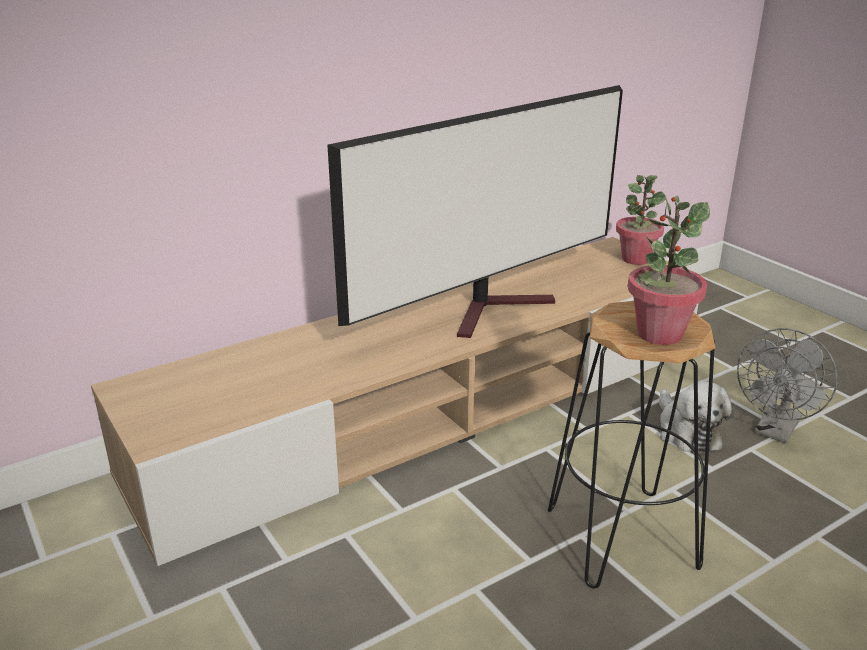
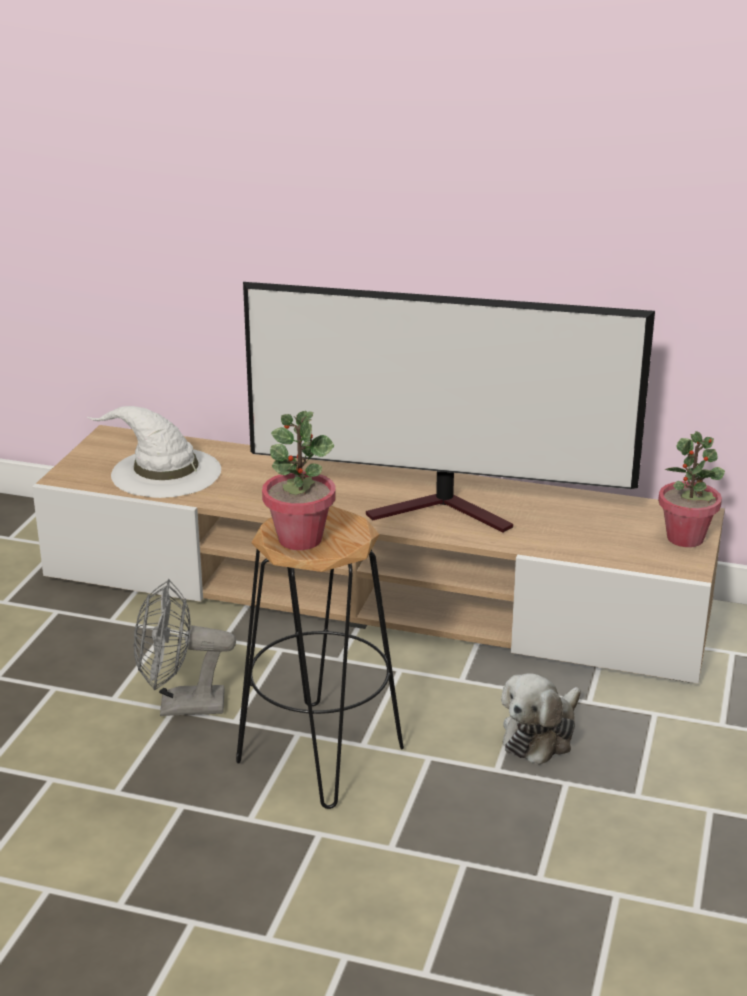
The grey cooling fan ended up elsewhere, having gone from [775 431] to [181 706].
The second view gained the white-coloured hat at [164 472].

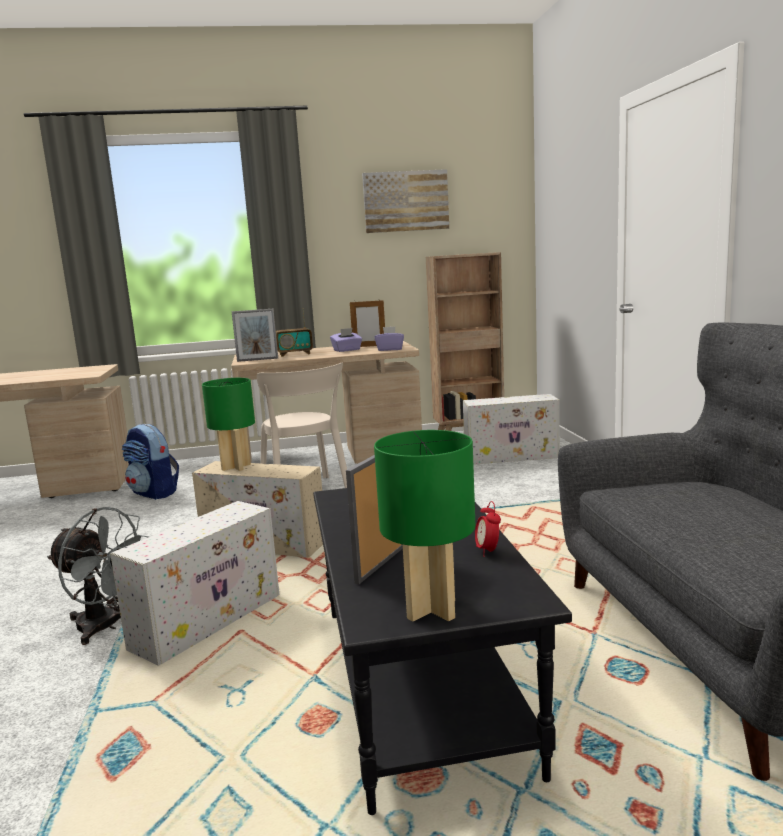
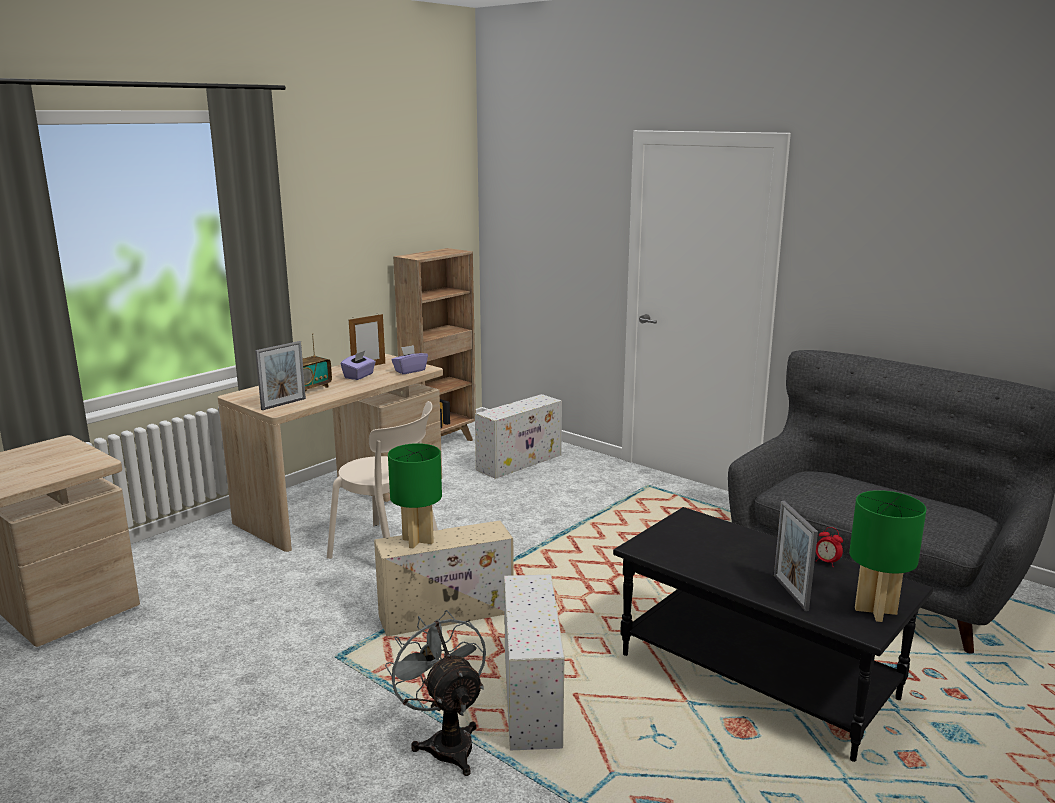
The second view lost the picture at [405 201].
The second view lost the backpack at [154 493].
The grey cooling fan at [106 627] ended up facing another way, 105 degrees counterclockwise from before.

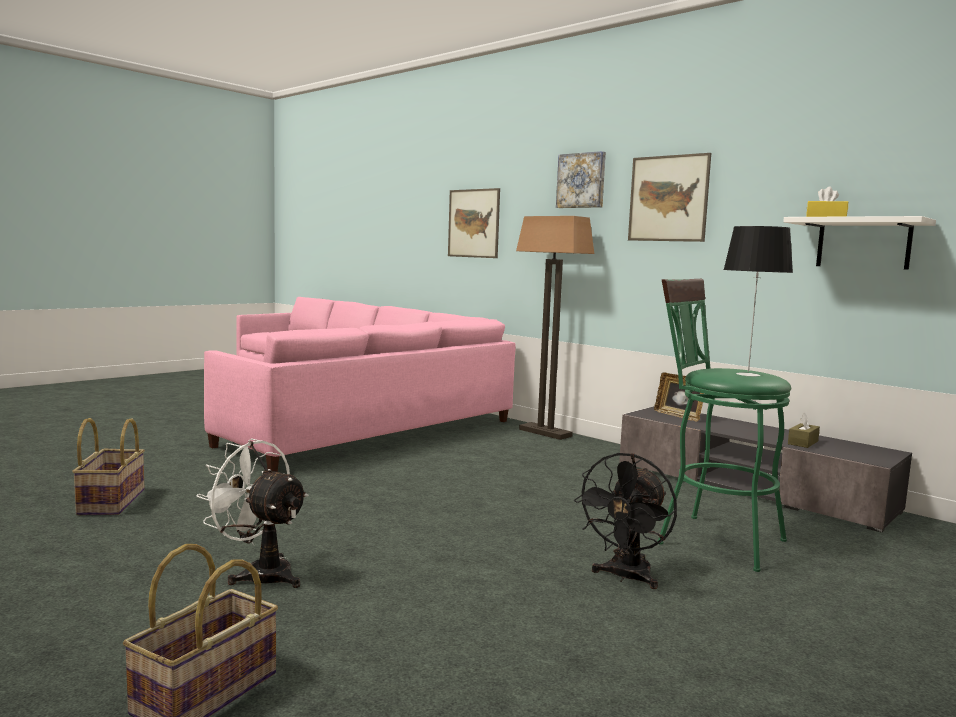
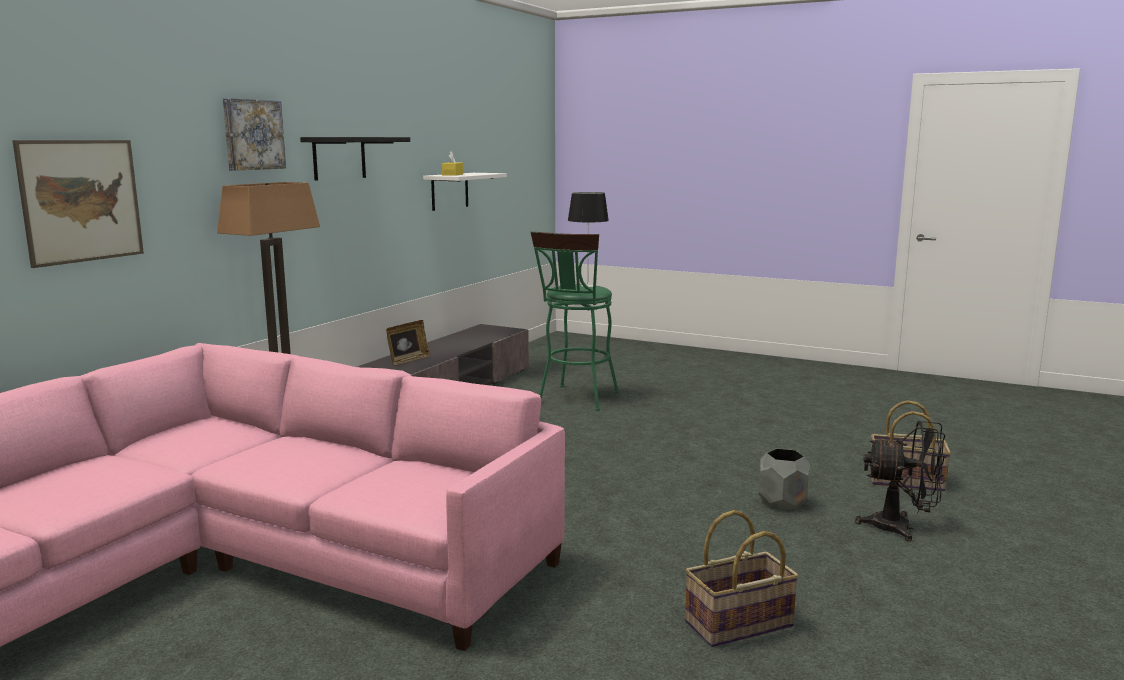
Where the picture hung at [668 198], the black wall shelf came to hang at [339 158].
The second view lost the brown box of tissues at [803 442].
Where the white-coloured cooling fan stood at [260 573], the grey plant pot came to stand at [783 503].
The black cooling fan ended up elsewhere, having gone from [625 577] to [901 528].

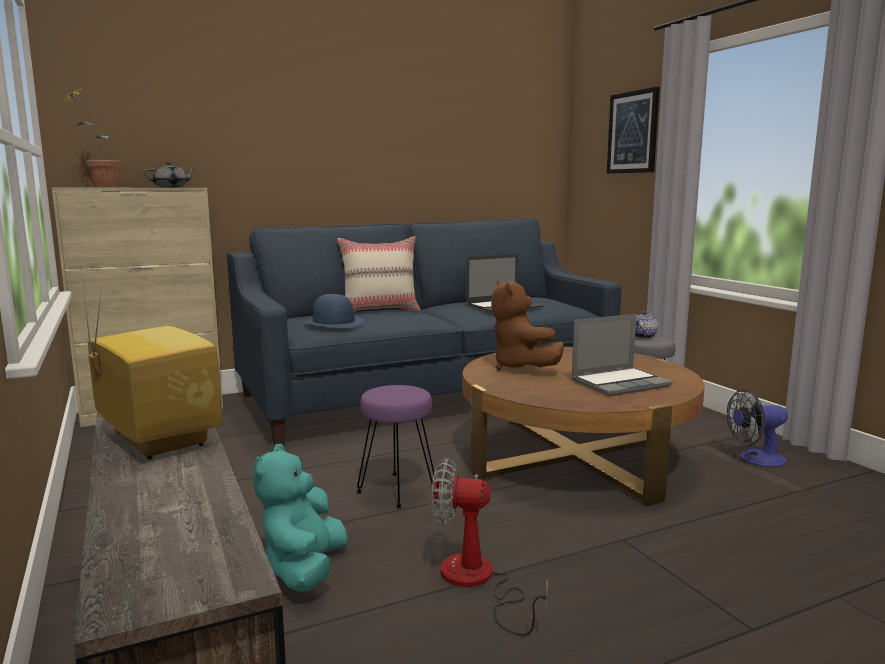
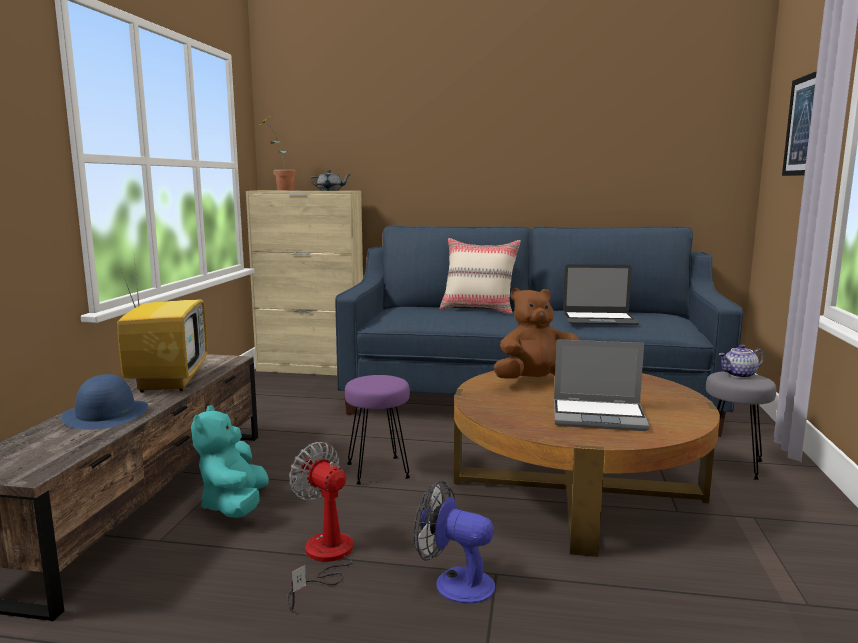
The brown cuddly toy at [521 367] ended up facing another way, 60 degrees clockwise from before.
The bluish hat ended up elsewhere, having gone from [334 323] to [106 414].
The cooling fan ended up elsewhere, having gone from [755 459] to [454 583].
The turquoise-coloured cuddly toy at [304 570] ended up facing another way, 45 degrees counterclockwise from before.

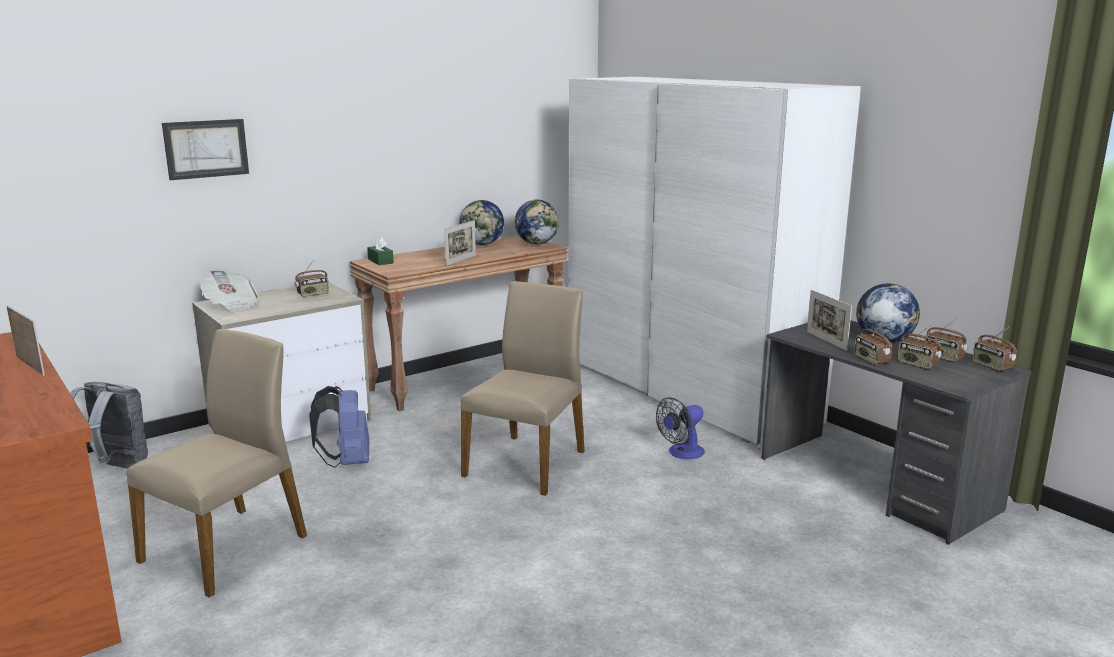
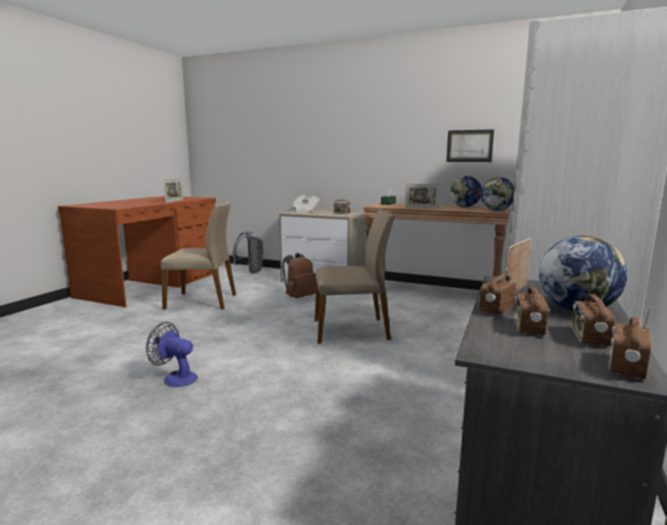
The picture ended up elsewhere, having gone from [206 148] to [469 146].
What was the bluish backpack at [347 462] turned into the brown backpack at [299 297].
The cooling fan ended up elsewhere, having gone from [681 453] to [175 378].

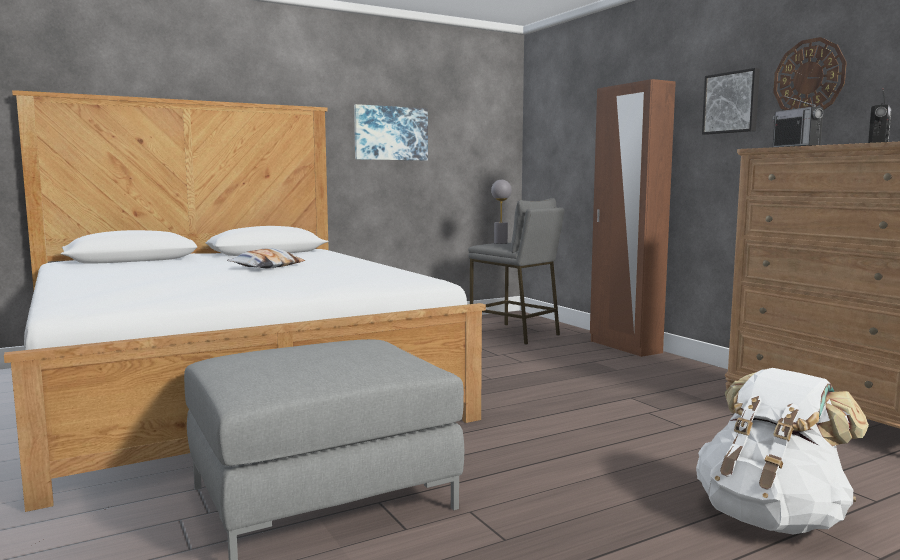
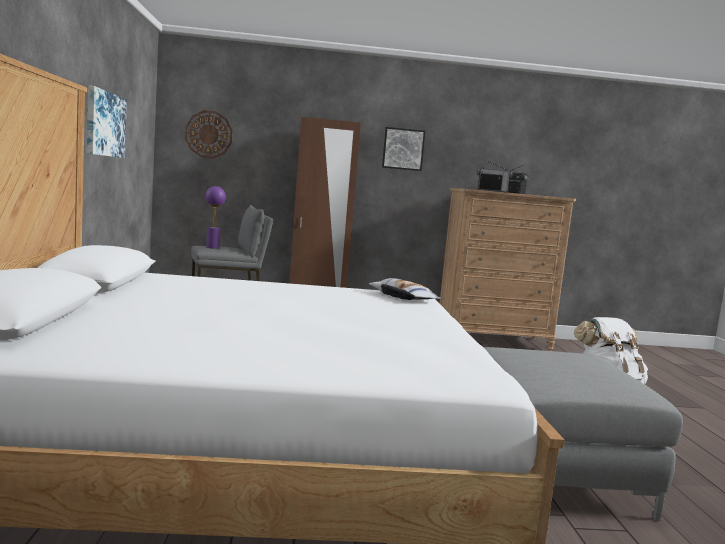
The clock on the wall ended up elsewhere, having gone from [809 78] to [209 134].
What was the grey tabletop lamp at [501 243] turned into the purple tabletop lamp at [213 247].
The cushion ended up elsewhere, having gone from [267 267] to [404 297].

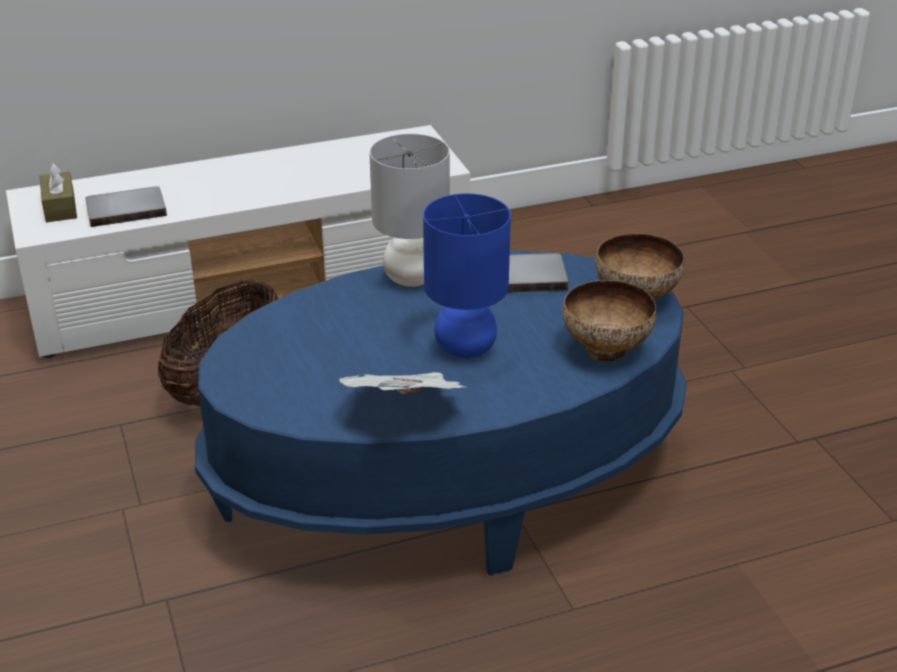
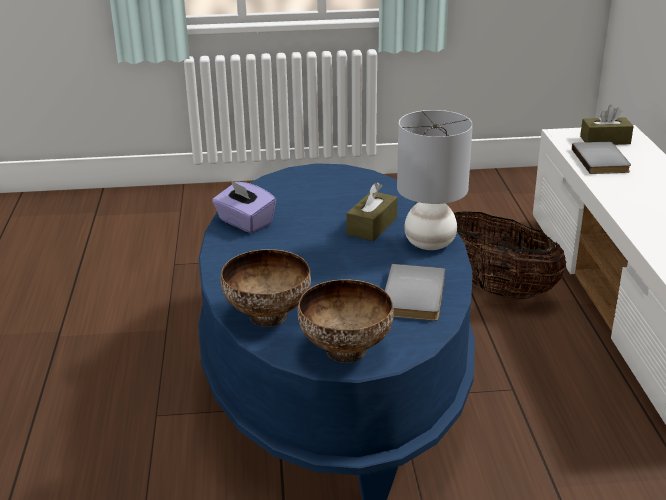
The second view lost the bluish tabletop lamp at [466 348].
Where the printed paper stood at [406 408], the purple box of tissues came to stand at [245 222].
The second view gained the brown box of tissues at [372 226].

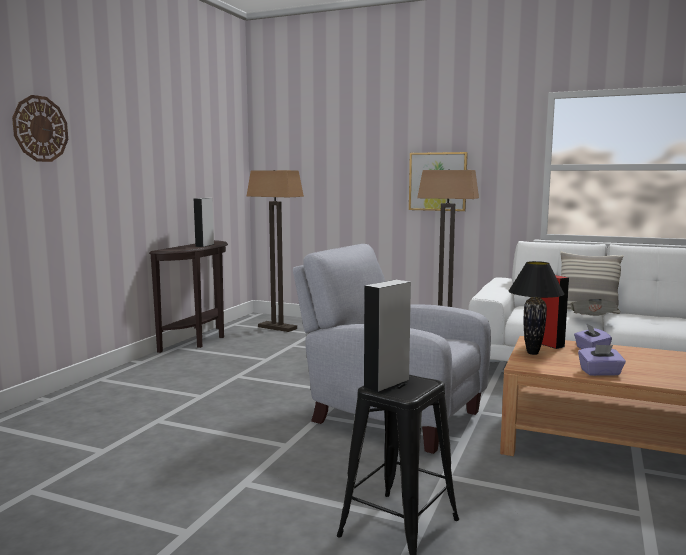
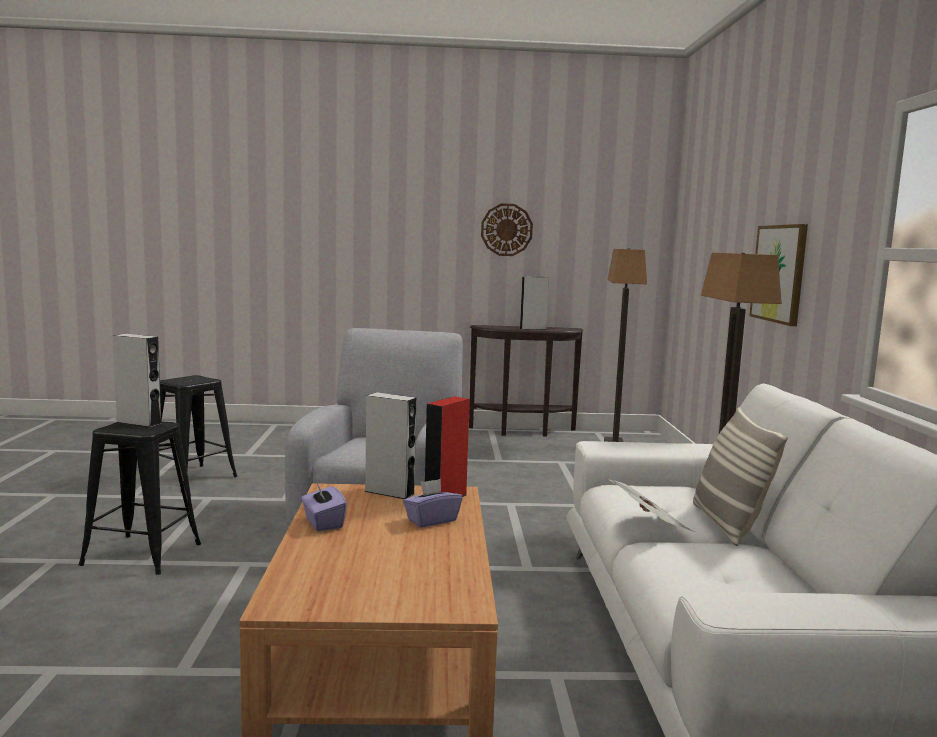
The clock on the wall ended up elsewhere, having gone from [40 129] to [506 230].
Where the black tabletop lamp stood at [532 353], the grey loudspeaker came to stand at [389 492].
The second view gained the black stool at [192 478].

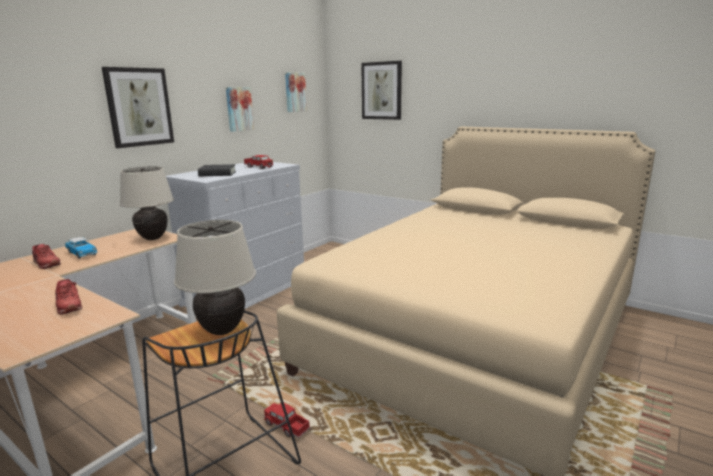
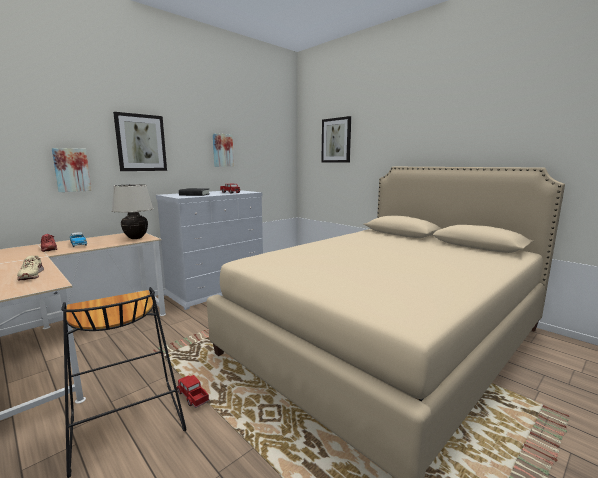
The picture ended up elsewhere, having gone from [294 92] to [71 170].
The second view lost the sand-coloured tabletop lamp at [222 330].
What was the red shoe at [68 305] turned into the sand-coloured shoe at [31 275].

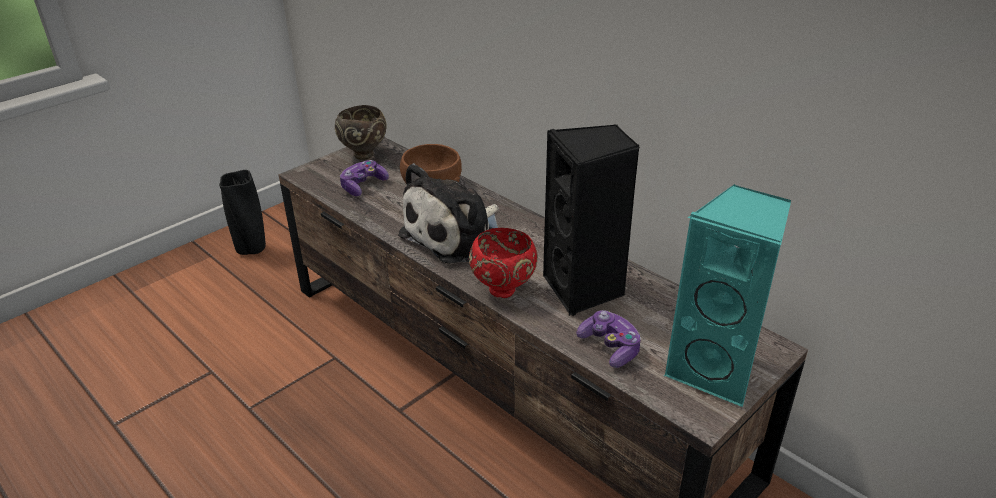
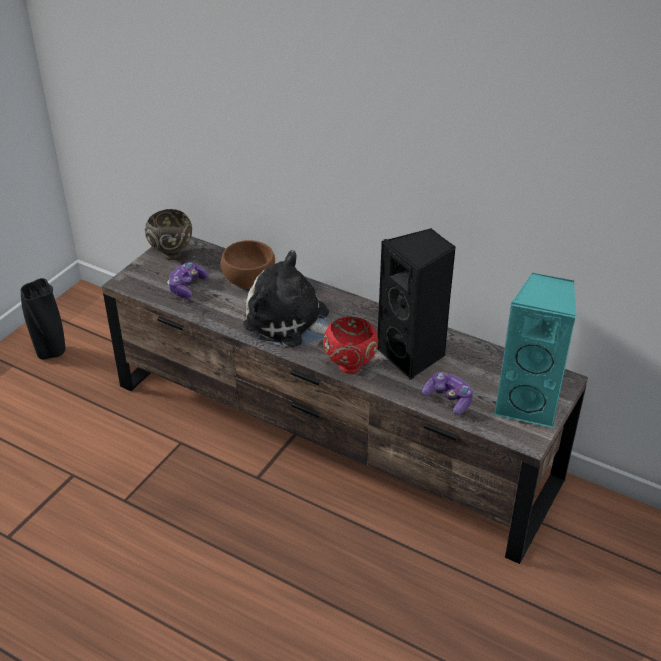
The cuddly toy at [456 235] ended up facing another way, 90 degrees clockwise from before.

